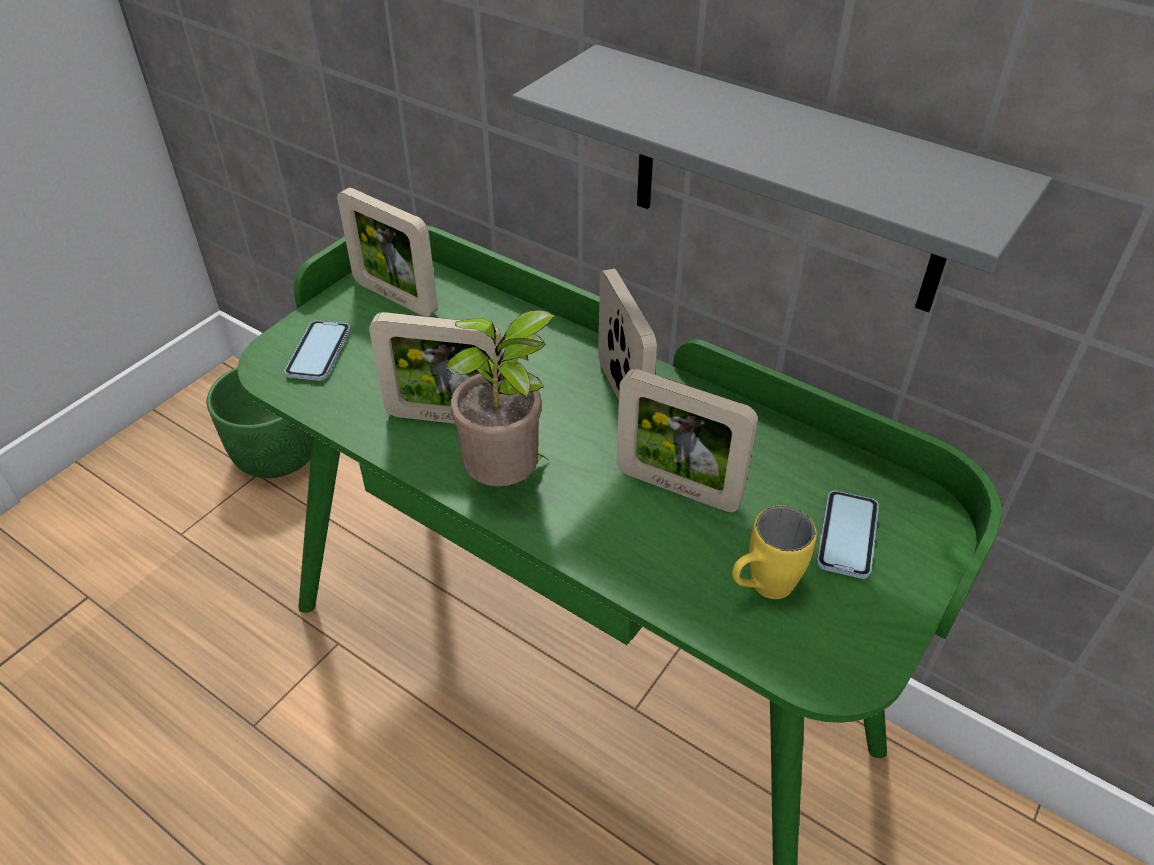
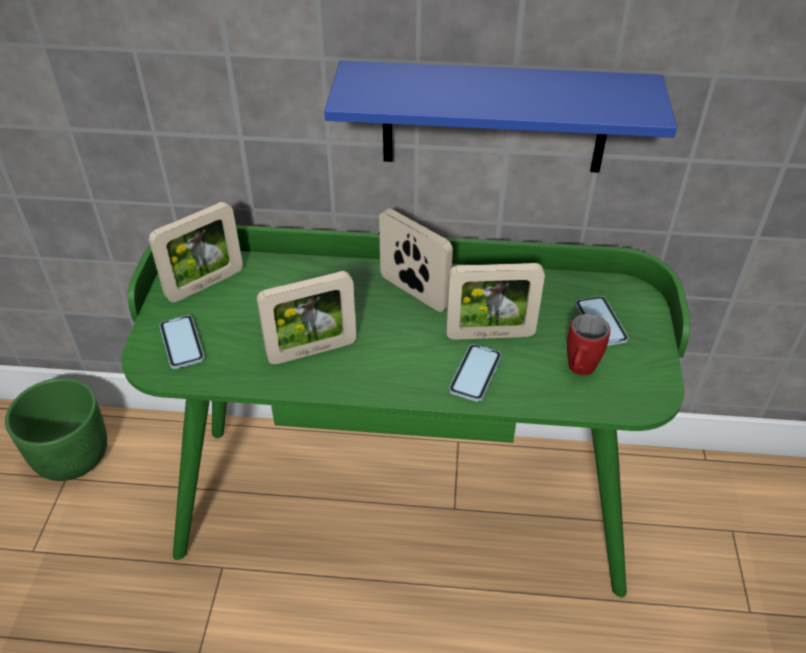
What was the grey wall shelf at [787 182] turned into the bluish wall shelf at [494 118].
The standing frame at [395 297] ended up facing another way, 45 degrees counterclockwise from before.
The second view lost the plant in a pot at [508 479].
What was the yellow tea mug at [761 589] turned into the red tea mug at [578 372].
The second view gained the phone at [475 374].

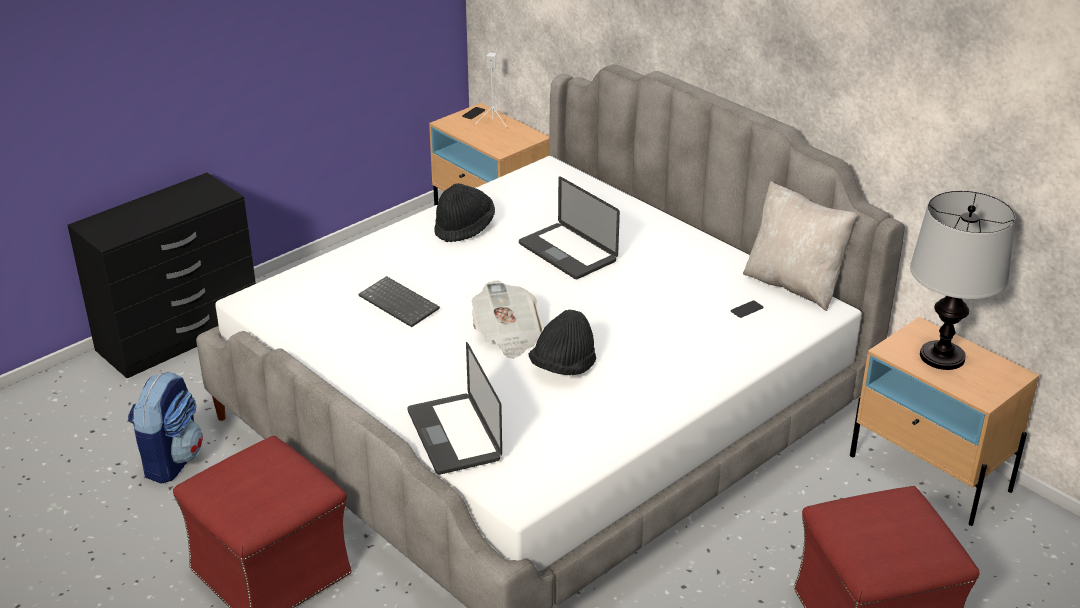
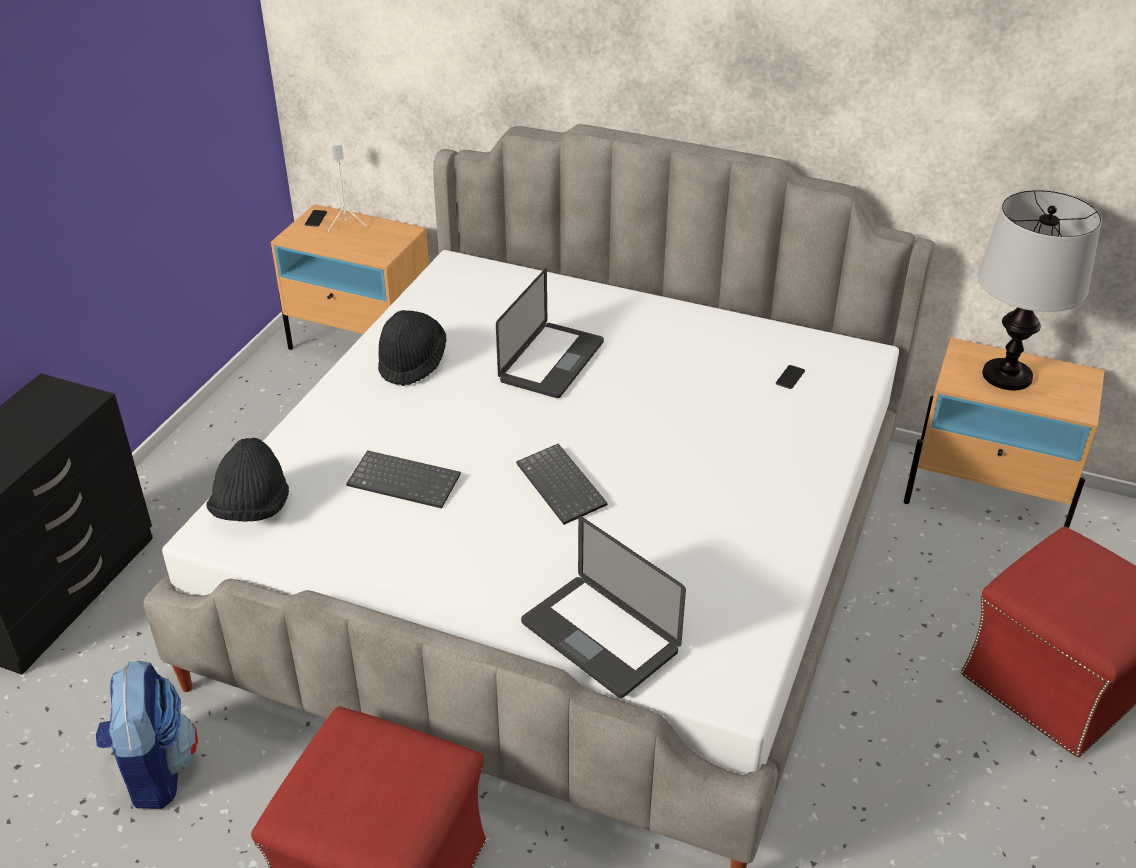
The laptop at [567 252] ended up facing another way, 90 degrees counterclockwise from before.
The second view lost the sand-coloured cushion at [794 285].
Where the printed paper stood at [508 336], the computer keyboard came to stand at [563 486].
The black hat ended up elsewhere, having gone from [563 367] to [252 509].

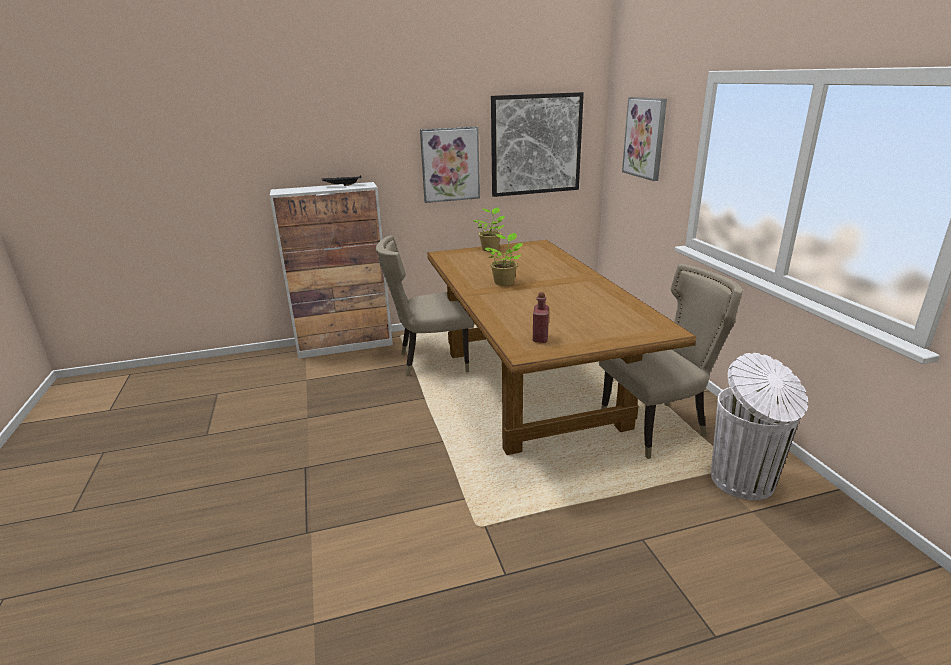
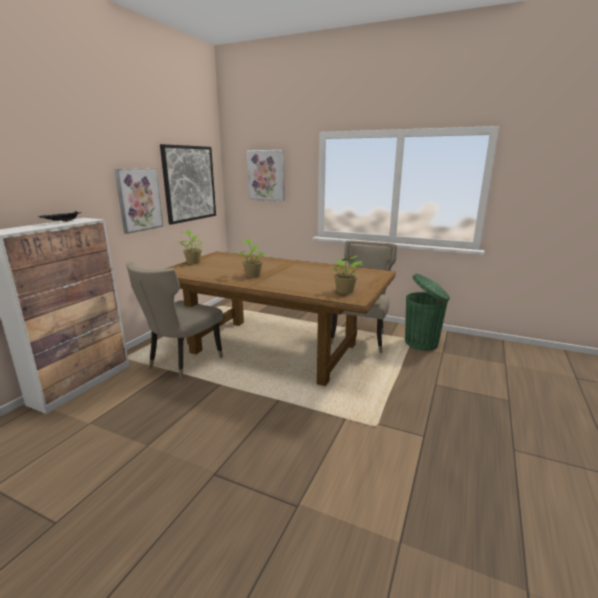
Where the red beverage bottle stood at [540 338], the plant in a pot came to stand at [345 292].
What was the white-coloured waste bin at [744 481] turned into the green waste bin at [422 343].

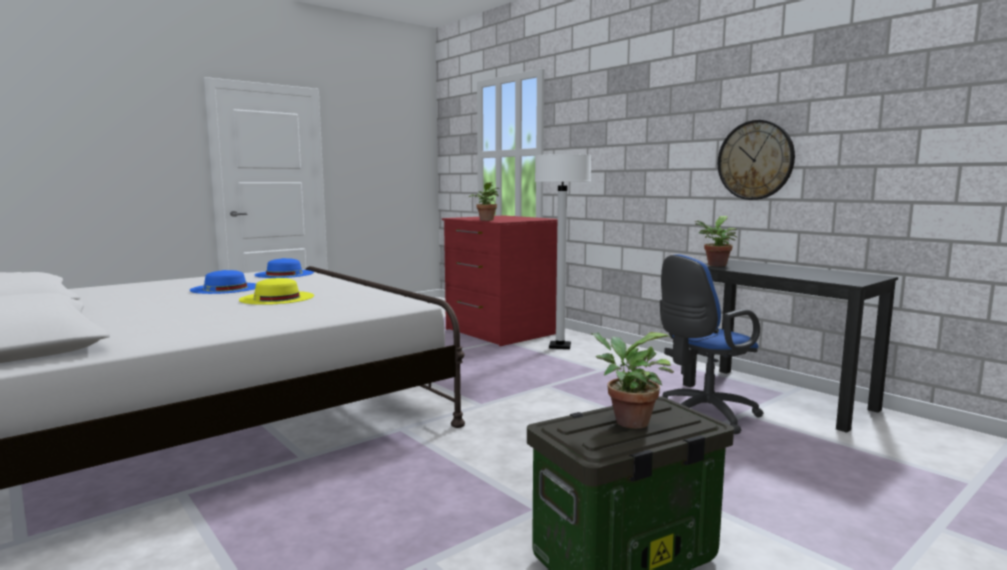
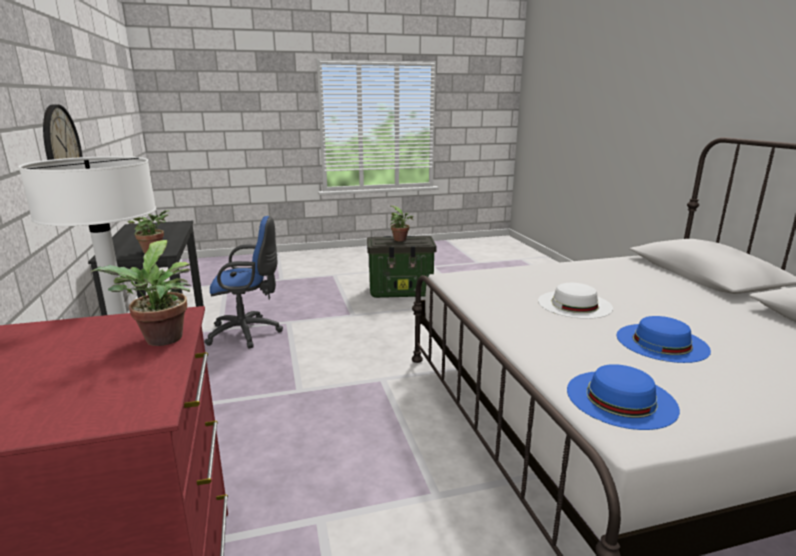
What was the yellow hat at [277 298] turned into the white-coloured hat at [574 304].

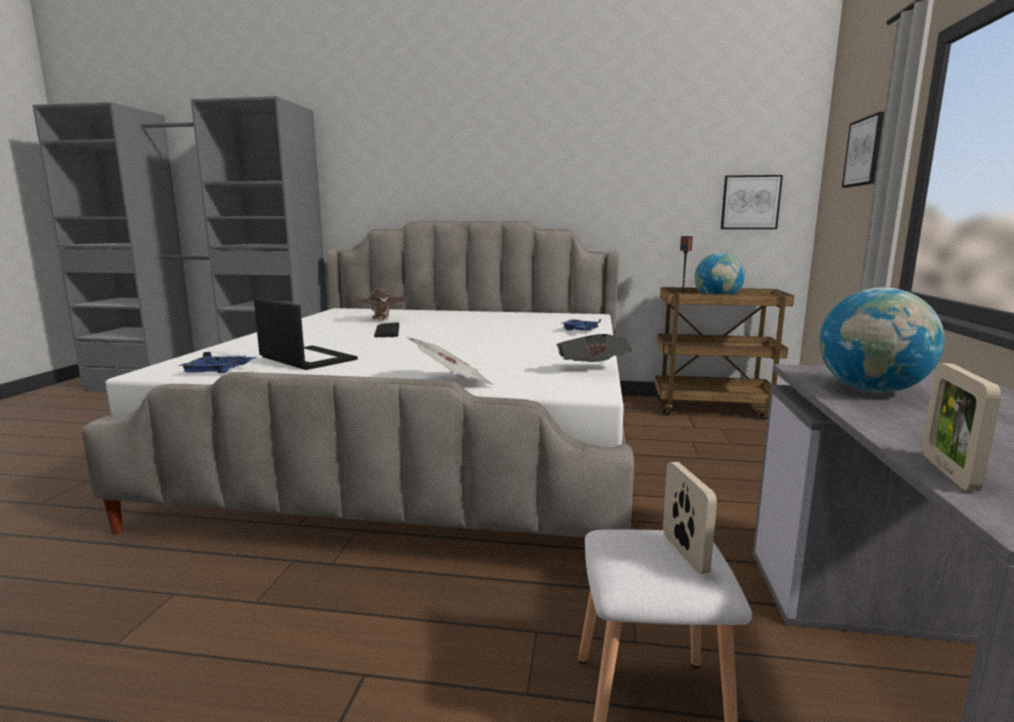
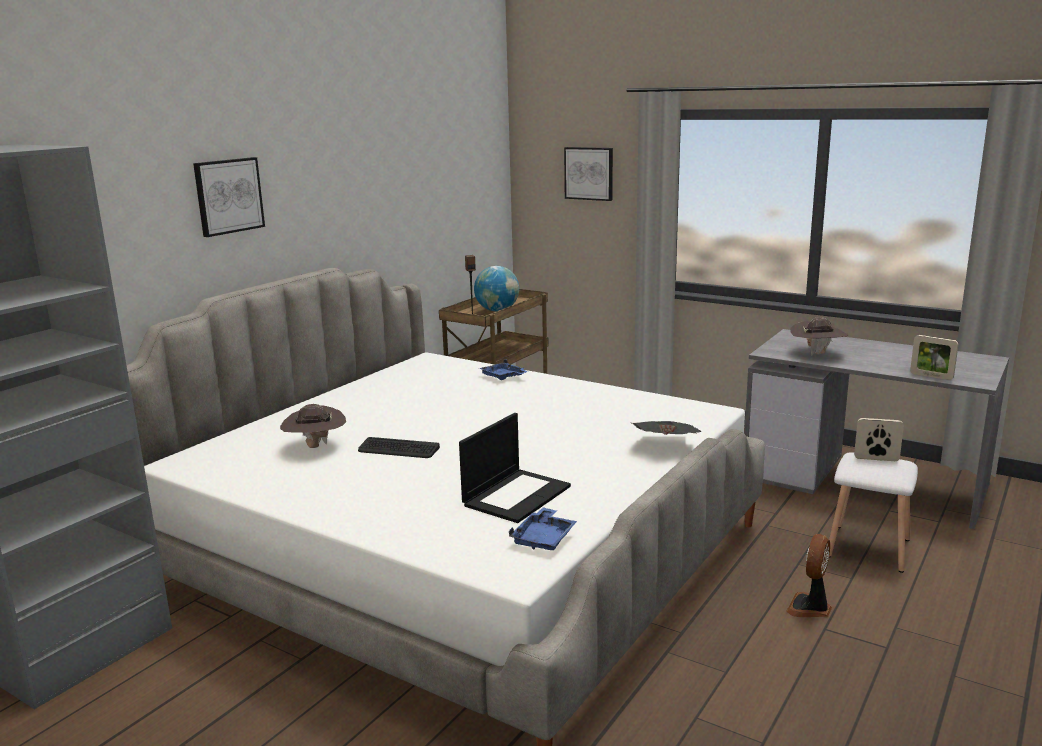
The picture ended up elsewhere, having gone from [750 202] to [228 196].
Where the world globe stood at [871 390], the brown hat came to stand at [817 354].
The laptop at [306 358] ended up facing another way, 150 degrees clockwise from before.
The second view lost the printed paper at [593 370].
The second view gained the cooling fan at [810 608].

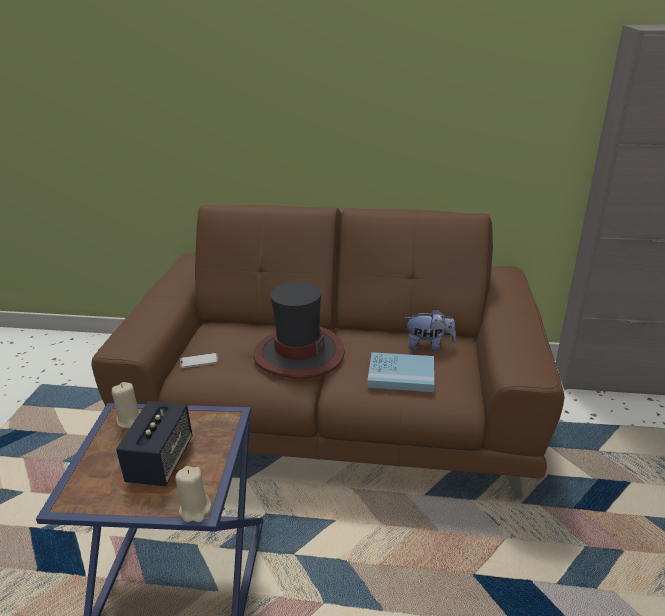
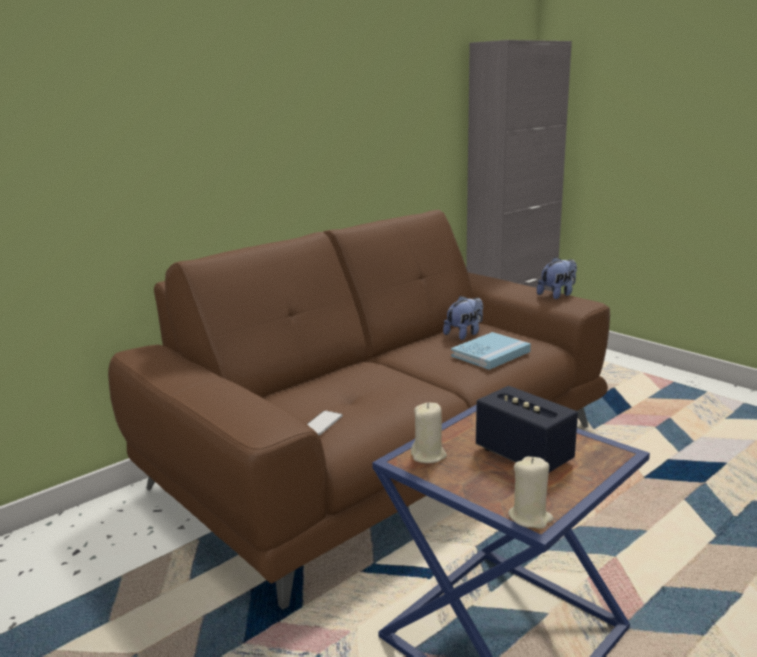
The second view lost the hat at [298 353].
The sand-coloured candle ended up elsewhere, having gone from [195 510] to [530 517].
The second view gained the cuddly toy at [557 295].

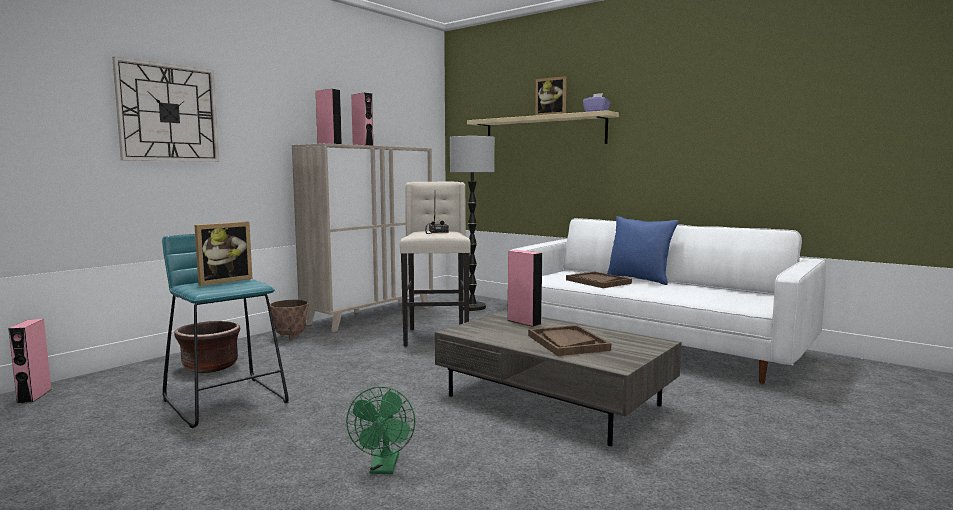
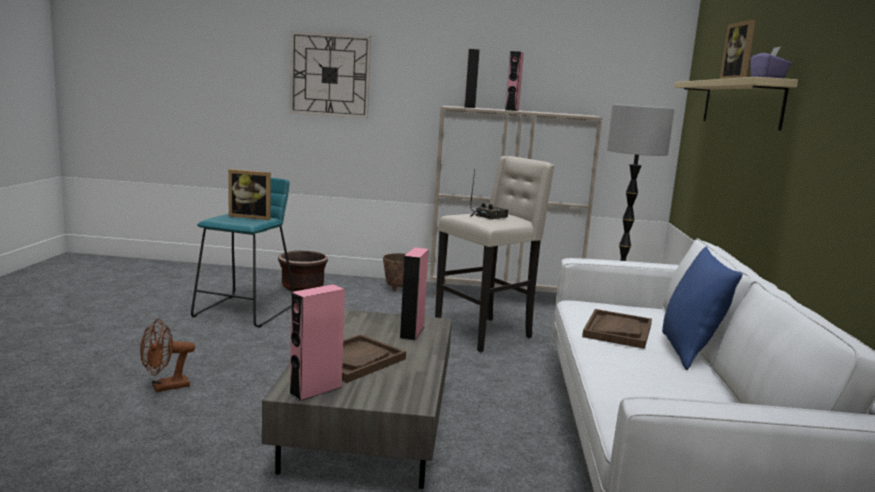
The pinkish loudspeaker ended up elsewhere, having gone from [34 396] to [316 390].
What was the green cooling fan at [384 468] turned into the brown cooling fan at [165 387].

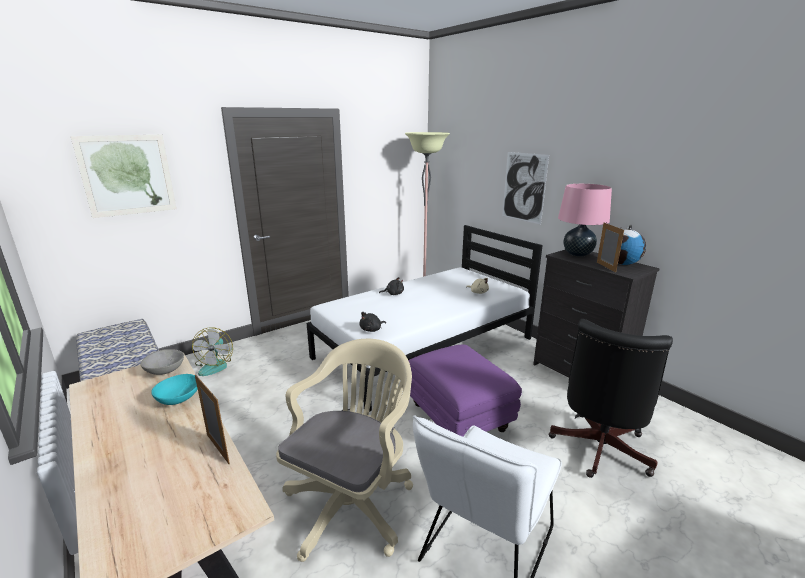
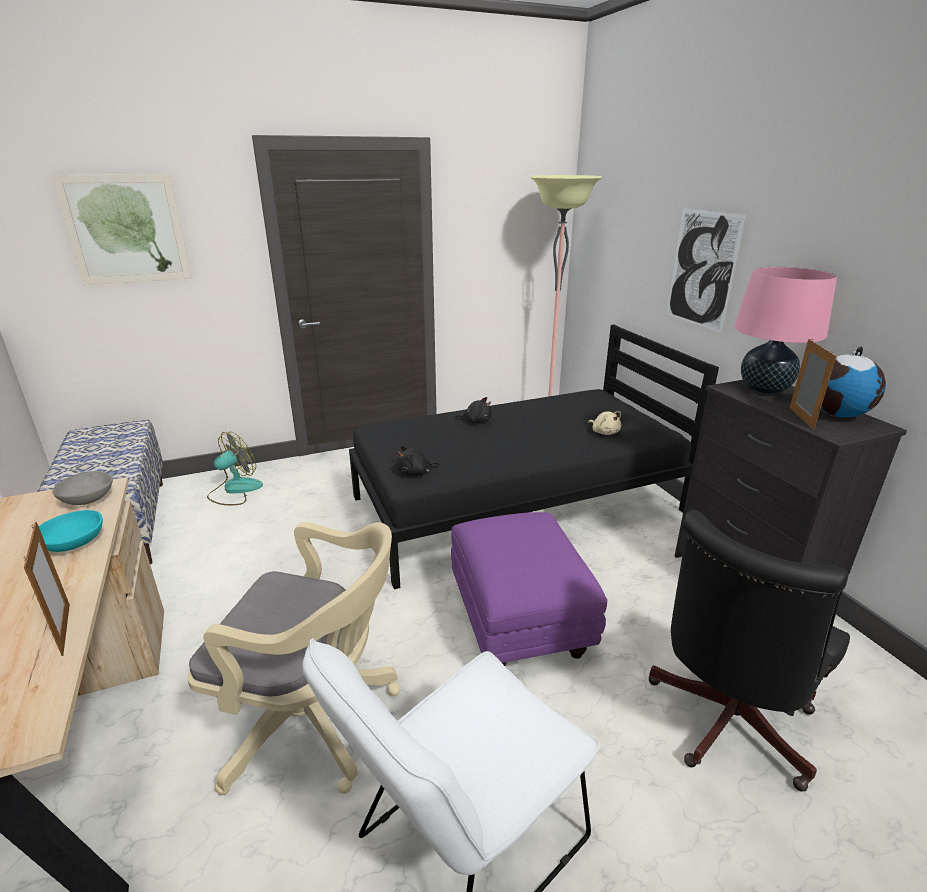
What was the white-coloured sleeping bed at [425 348] turned into the black sleeping bed at [517 505].
The cooling fan at [215 365] ended up facing another way, 150 degrees counterclockwise from before.
The sand-coloured office chair at [353 502] ended up facing another way, 60 degrees clockwise from before.

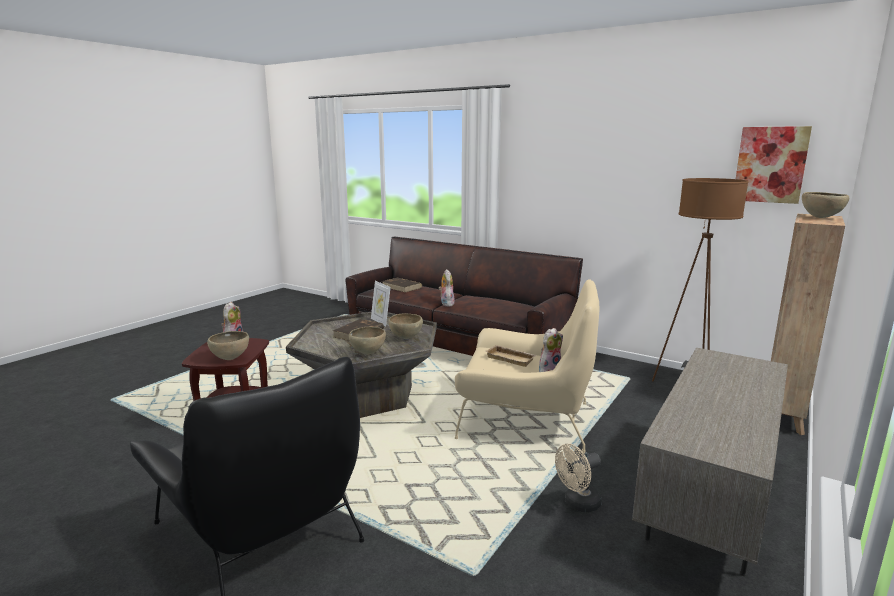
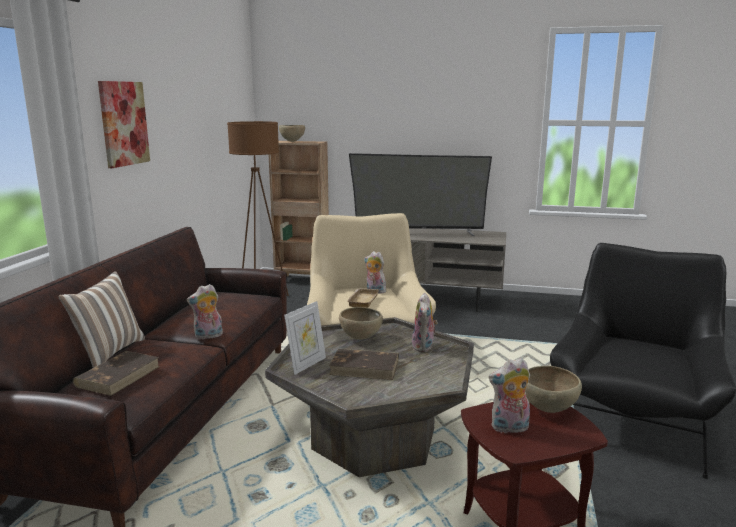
The picture ended up elsewhere, having gone from [770 165] to [123 123].
Where the brown deep dish stood at [368 353], the cuddly toy came to stand at [424 347].
The second view lost the sand-coloured cooling fan at [578 504].
The second view gained the television at [419 232].
The second view gained the cushion at [109 352].

